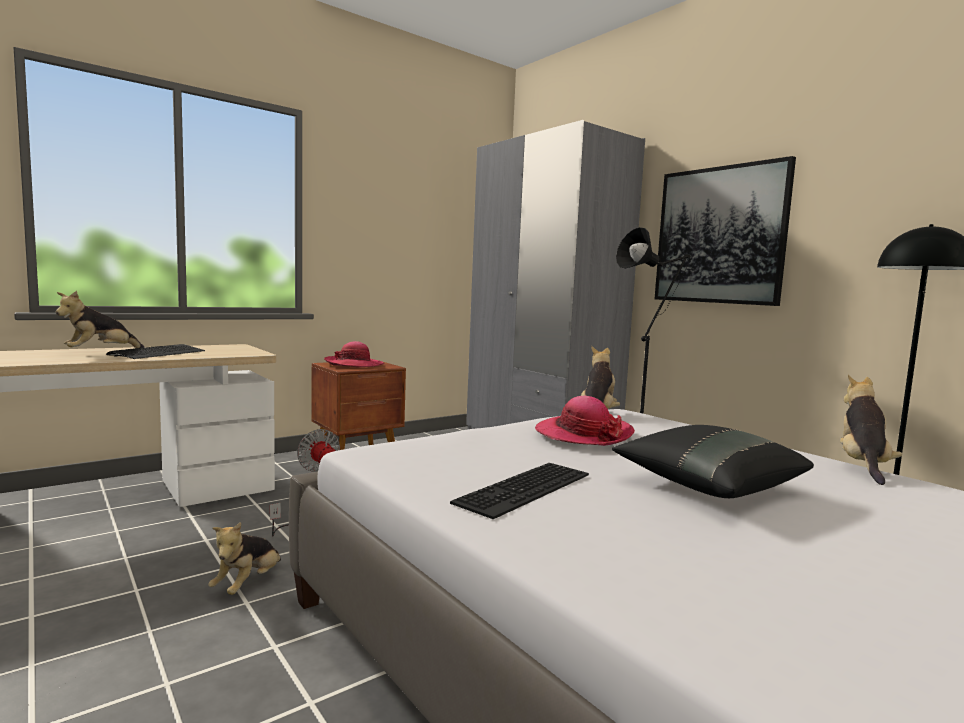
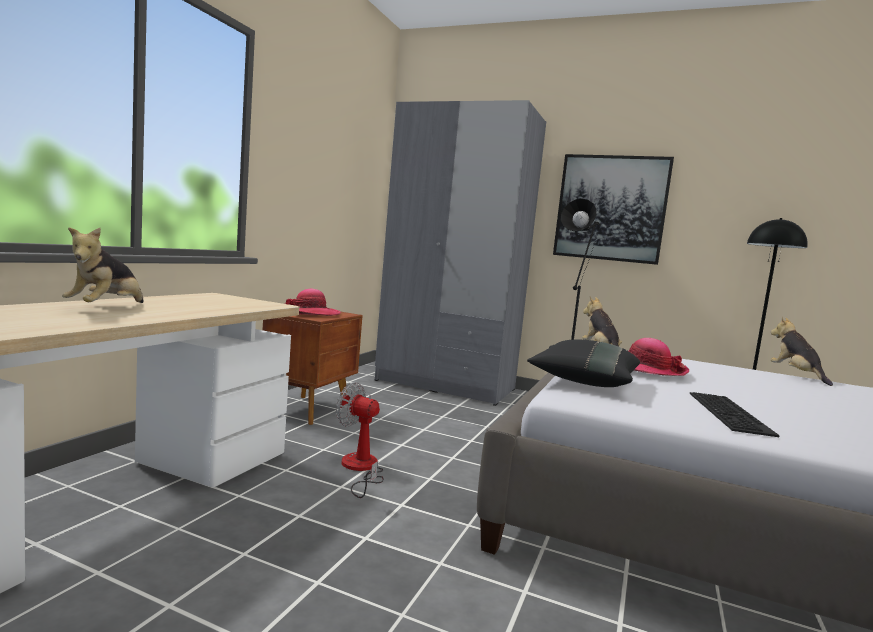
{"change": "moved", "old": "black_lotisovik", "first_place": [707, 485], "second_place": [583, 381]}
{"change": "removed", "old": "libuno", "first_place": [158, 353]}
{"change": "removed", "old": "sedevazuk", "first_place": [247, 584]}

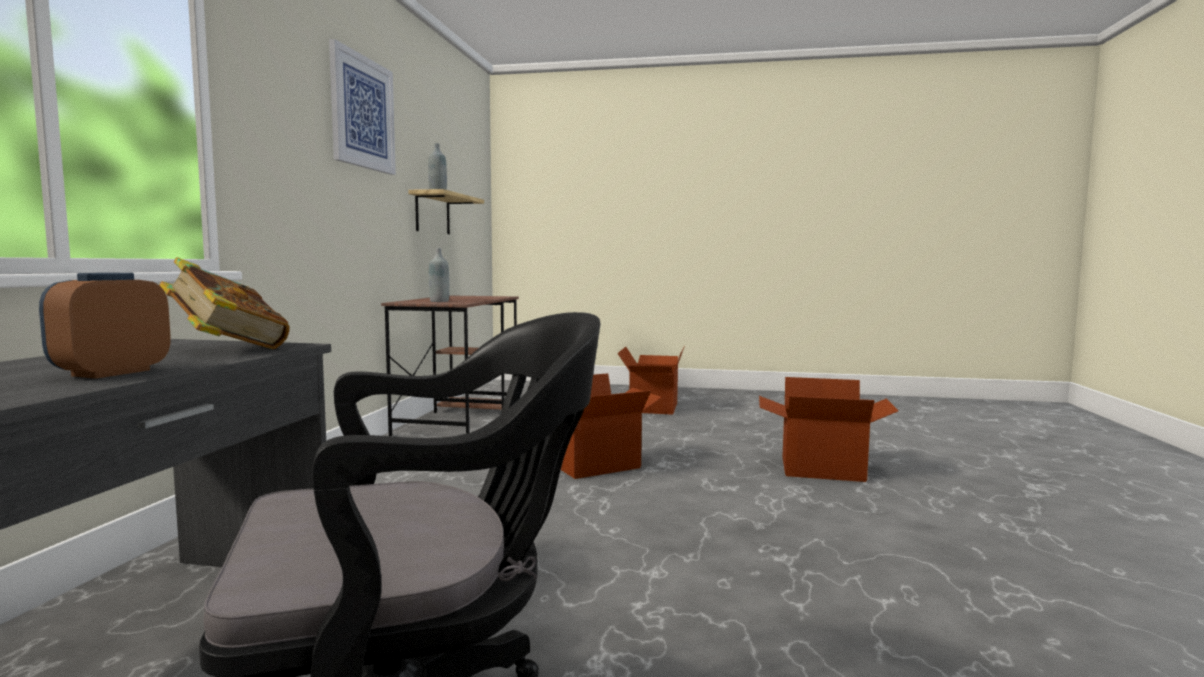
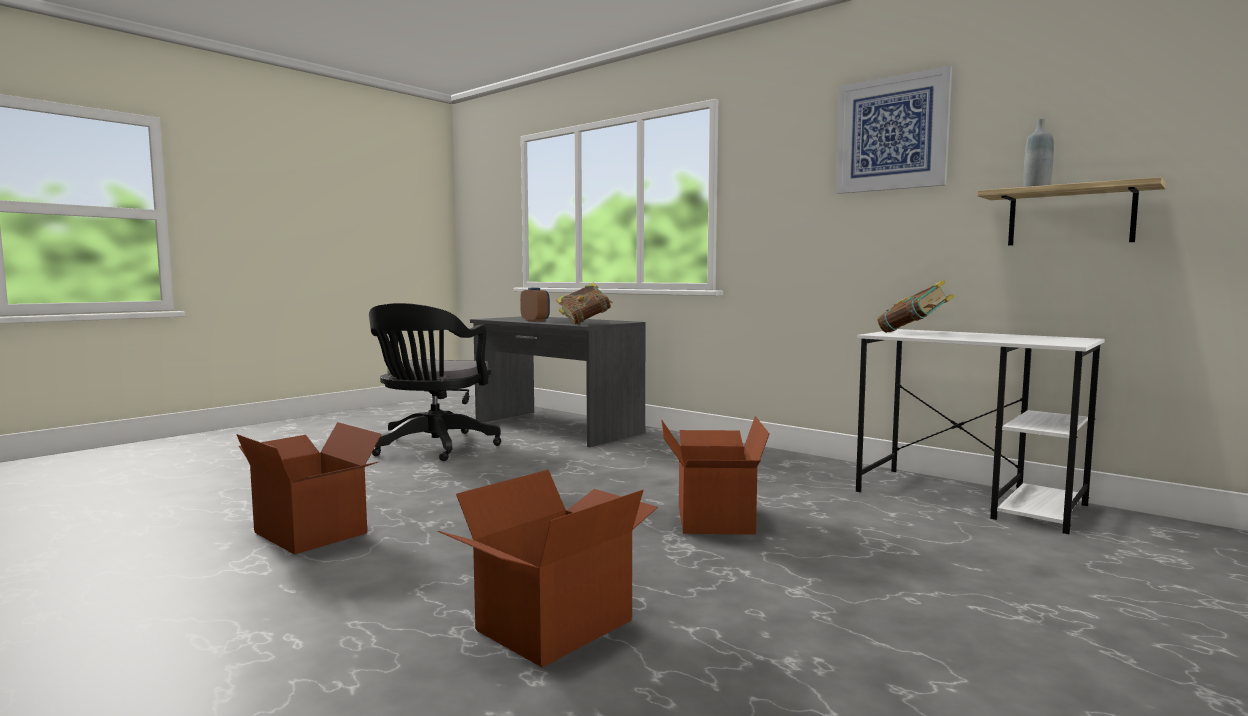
{"change": "moved", "old": "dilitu", "first_place": [652, 407], "second_place": [312, 532]}
{"change": "recoloured", "old": "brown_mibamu", "new": "white_mibamu", "first_place": [459, 419], "second_place": [970, 498]}
{"change": "replaced", "old": "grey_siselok", "new": "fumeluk", "first_place": [439, 301], "second_place": [913, 333]}

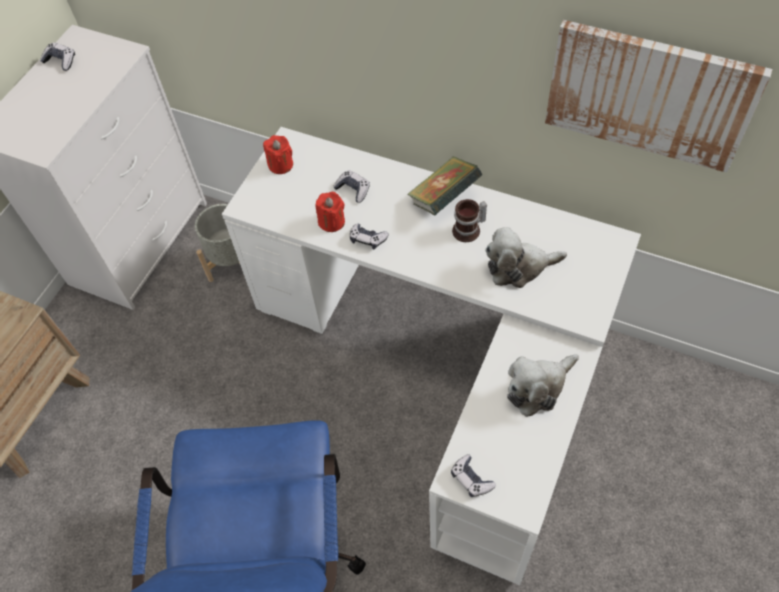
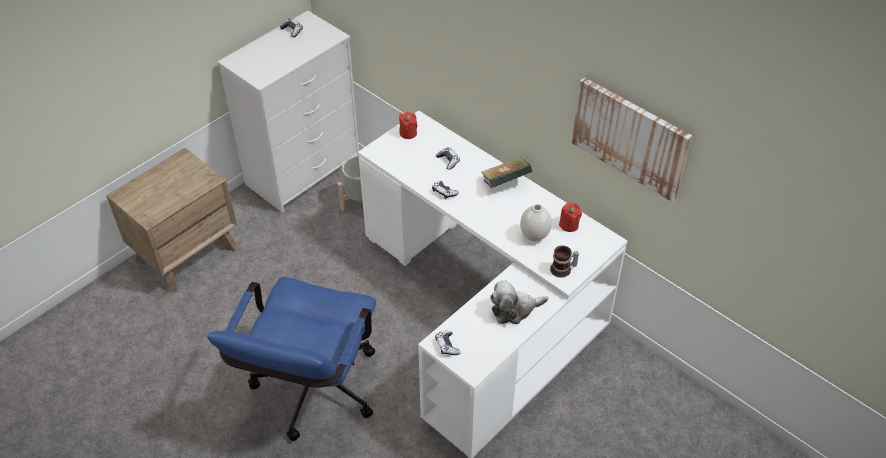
{"change": "replaced", "old": "sedevazuk", "new": "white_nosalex", "first_place": [519, 267], "second_place": [535, 236]}
{"change": "moved", "old": "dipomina", "first_place": [469, 230], "second_place": [563, 270]}
{"change": "moved", "old": "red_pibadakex", "first_place": [332, 222], "second_place": [569, 225]}

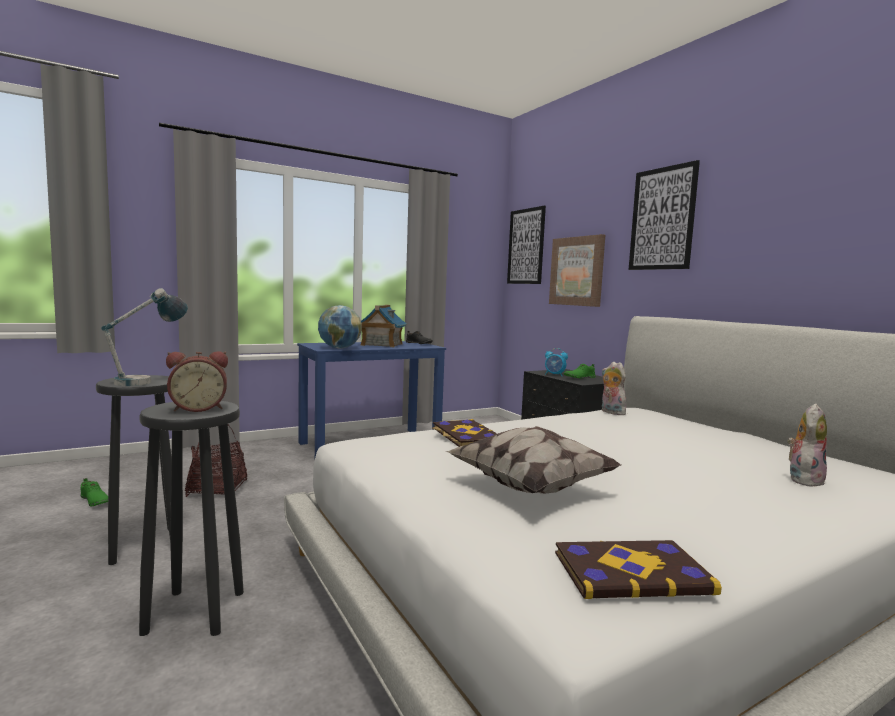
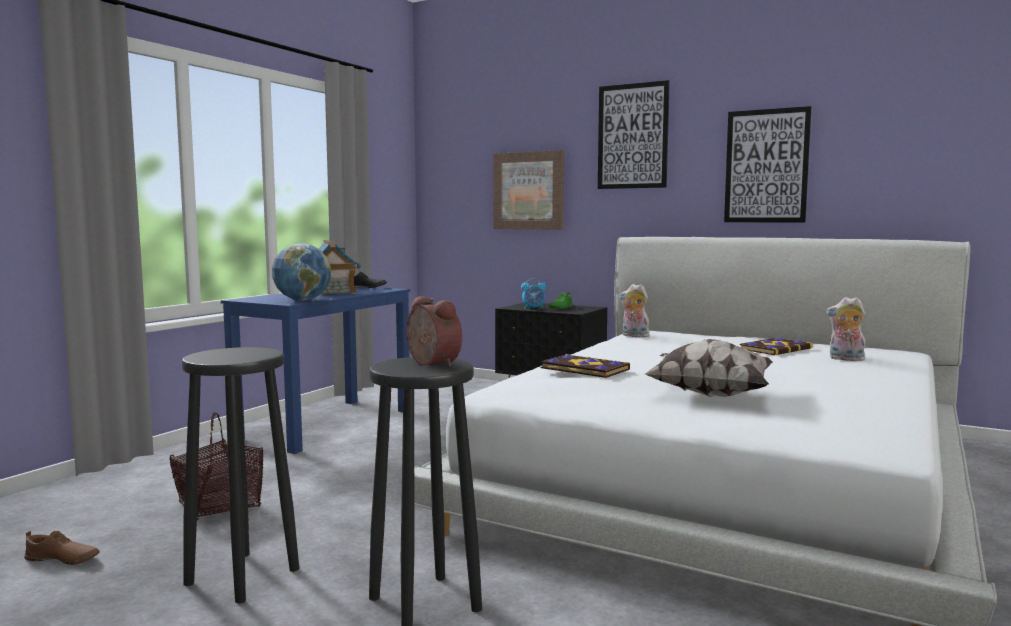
{"change": "recoloured", "old": "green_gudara", "new": "brown_gudara", "first_place": [94, 501], "second_place": [62, 559]}
{"change": "turned", "old": "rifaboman", "first_place": [198, 408], "second_place": [430, 364], "degrees": -75}
{"change": "moved", "old": "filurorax", "first_place": [526, 246], "second_place": [766, 166]}
{"change": "moved", "old": "fumeluk", "first_place": [631, 572], "second_place": [774, 349]}
{"change": "turned", "old": "sedevazuk", "first_place": [803, 479], "second_place": [845, 359], "degrees": -75}
{"change": "removed", "old": "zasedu", "first_place": [148, 381]}

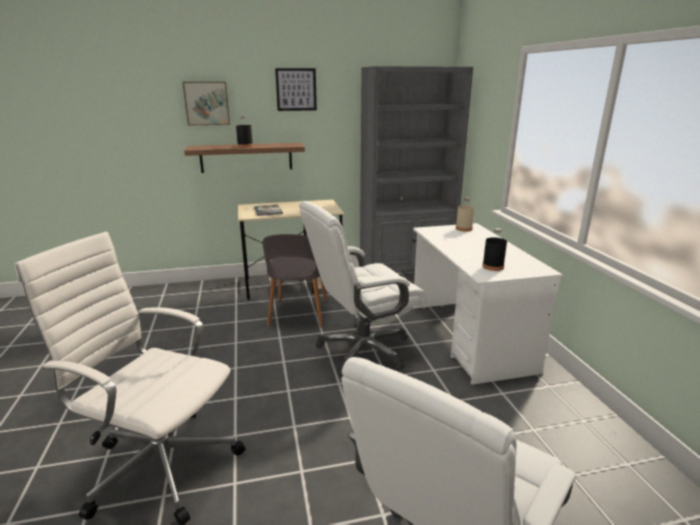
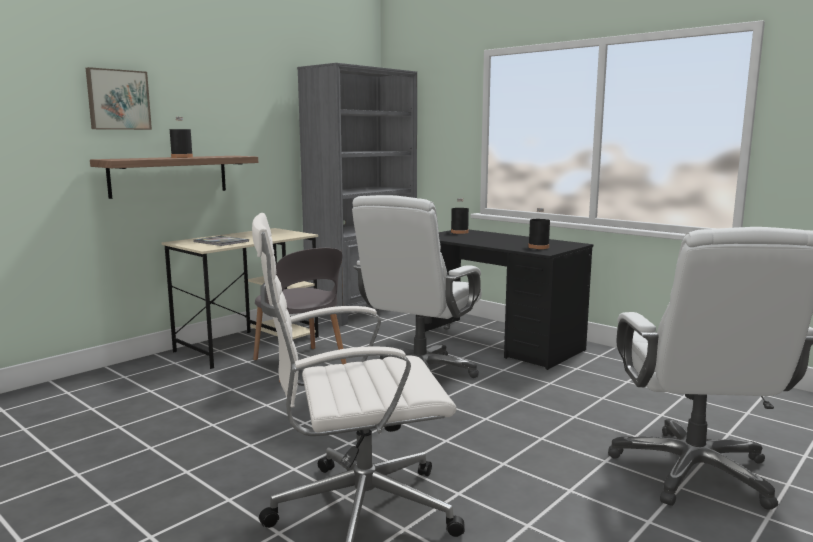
{"change": "recoloured", "old": "white_mibamu", "new": "black_mibamu", "first_place": [468, 337], "second_place": [497, 342]}
{"change": "recoloured", "old": "beige_siselok", "new": "black_siselok", "first_place": [464, 228], "second_place": [459, 232]}
{"change": "removed", "old": "filurorax", "first_place": [296, 89]}

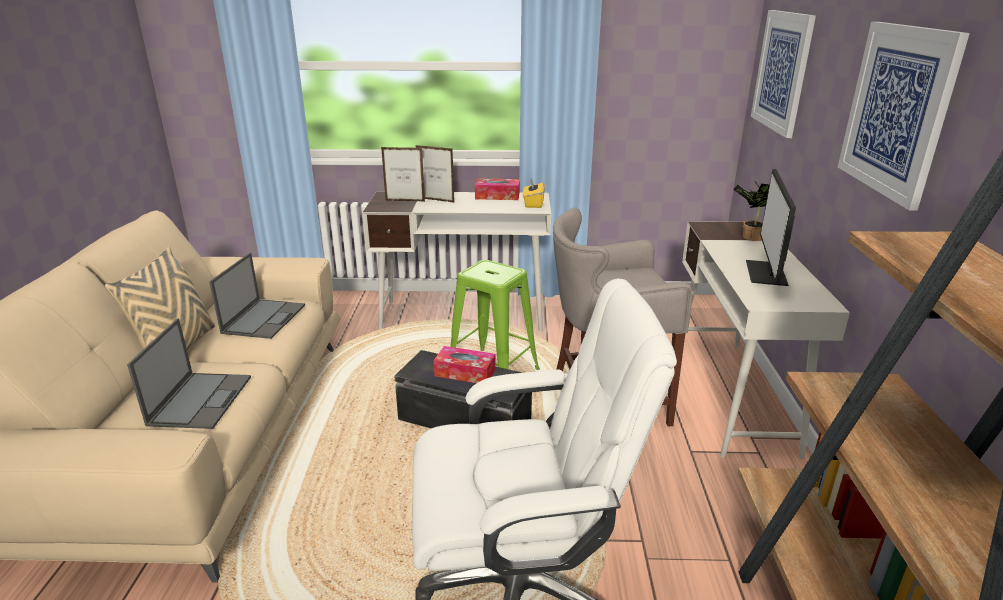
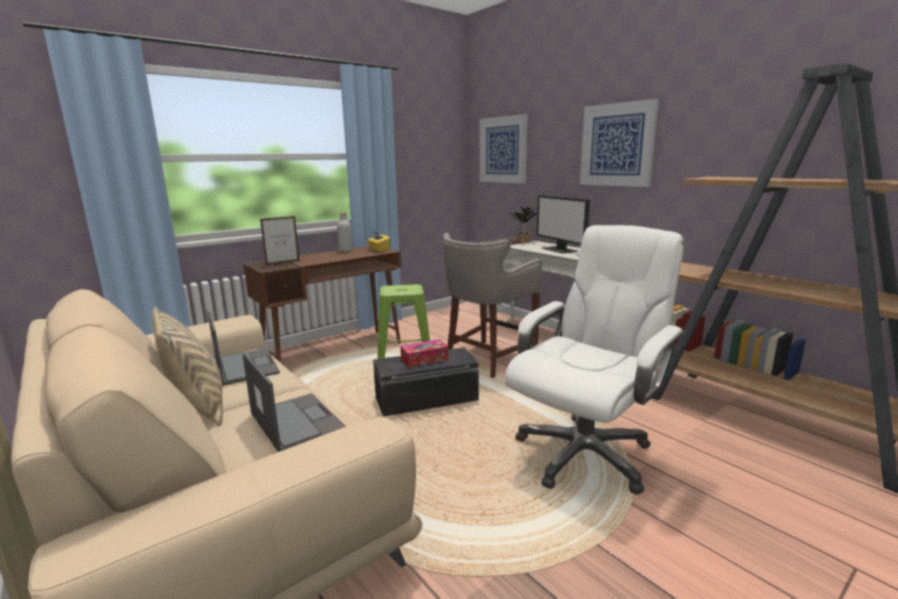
{"change": "recoloured", "old": "white_mibamu", "new": "brown_mibamu", "first_place": [463, 315], "second_place": [334, 351]}
{"change": "replaced", "old": "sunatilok", "new": "grey_siselok", "first_place": [497, 196], "second_place": [346, 251]}
{"change": "removed", "old": "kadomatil", "first_place": [436, 200]}

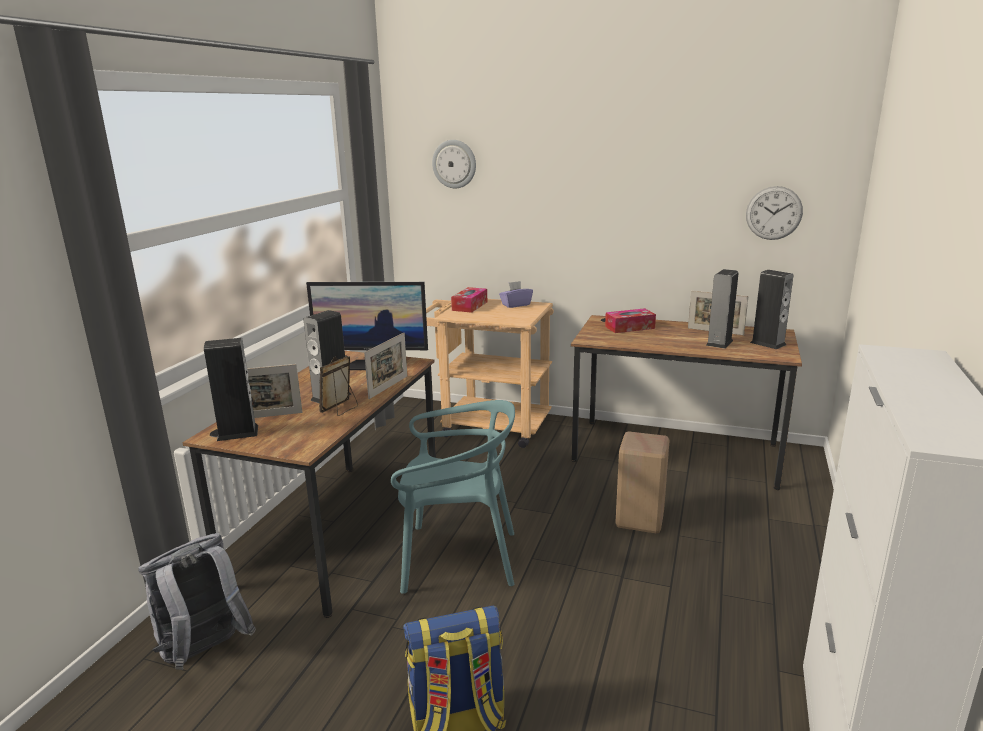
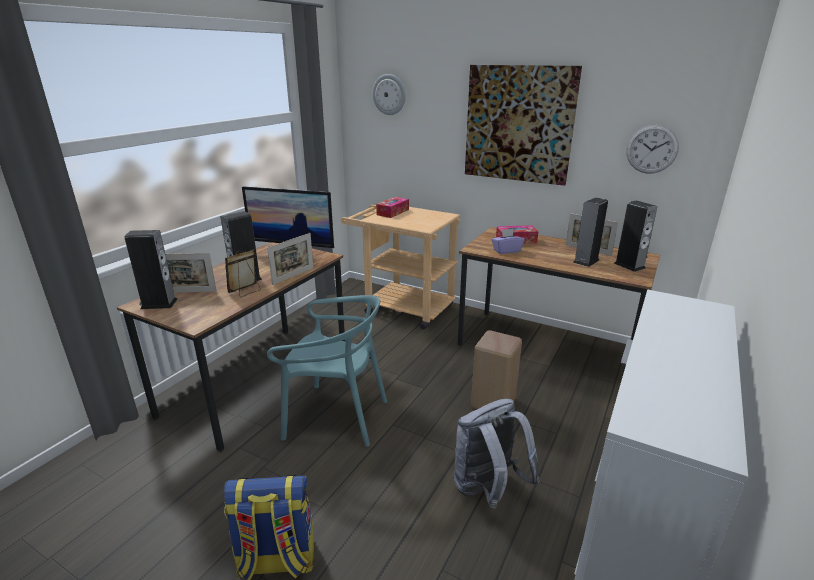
{"change": "moved", "old": "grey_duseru", "first_place": [205, 653], "second_place": [488, 490]}
{"change": "added", "new": "filurorax", "second_place": [518, 124]}
{"change": "moved", "old": "purple_sunatilok", "first_place": [516, 305], "second_place": [506, 251]}

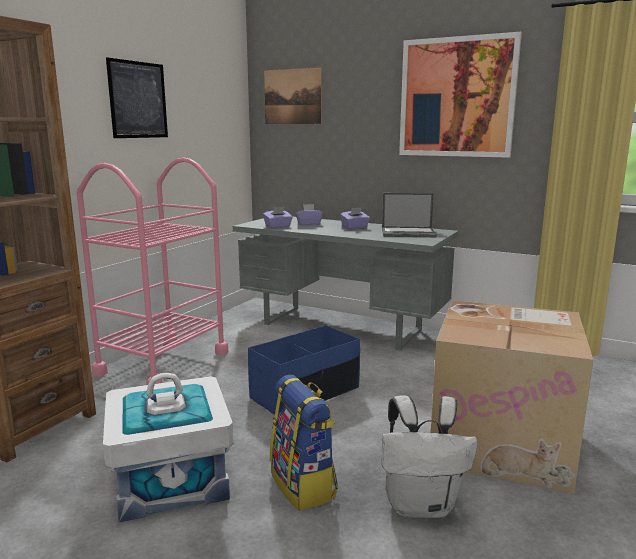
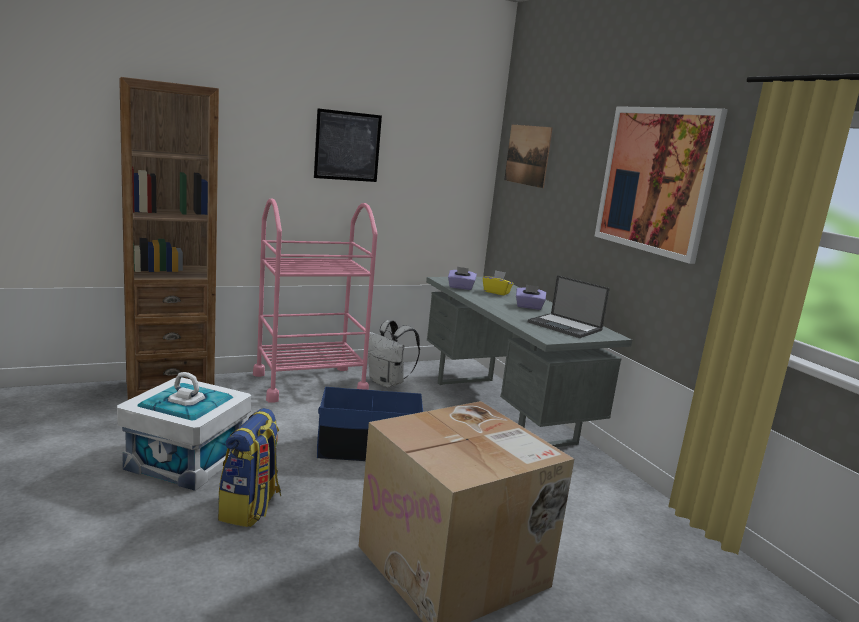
{"change": "moved", "old": "white_duseru", "first_place": [421, 505], "second_place": [388, 383]}
{"change": "recoloured", "old": "purple_sunatilok", "new": "yellow_sunatilok", "first_place": [308, 224], "second_place": [496, 292]}

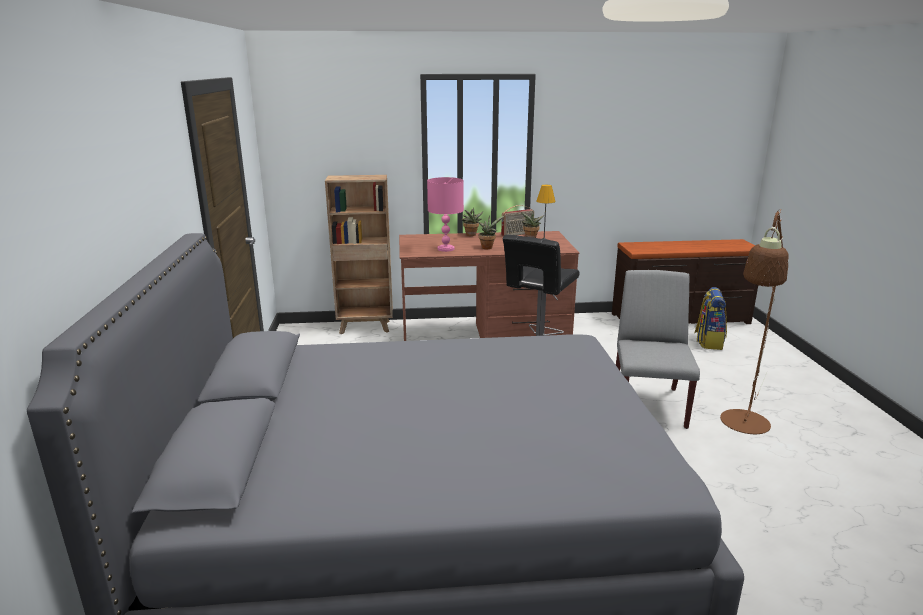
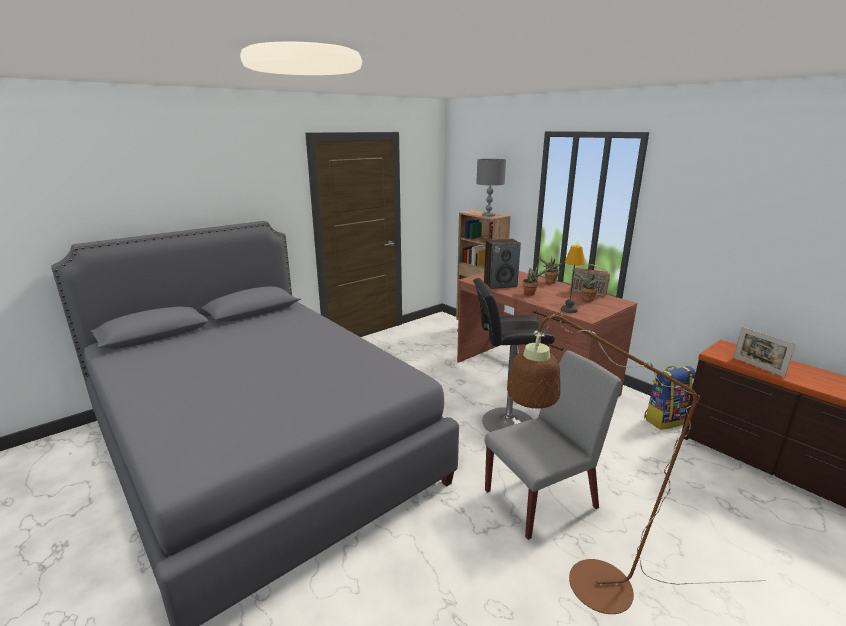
{"change": "added", "new": "grey_zasedu", "second_place": [489, 215]}
{"change": "replaced", "old": "pink_zasedu", "new": "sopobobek", "first_place": [445, 249], "second_place": [500, 284]}
{"change": "moved", "old": "duseru", "first_place": [708, 342], "second_place": [665, 419]}
{"change": "added", "new": "kadomatil", "second_place": [758, 367]}

